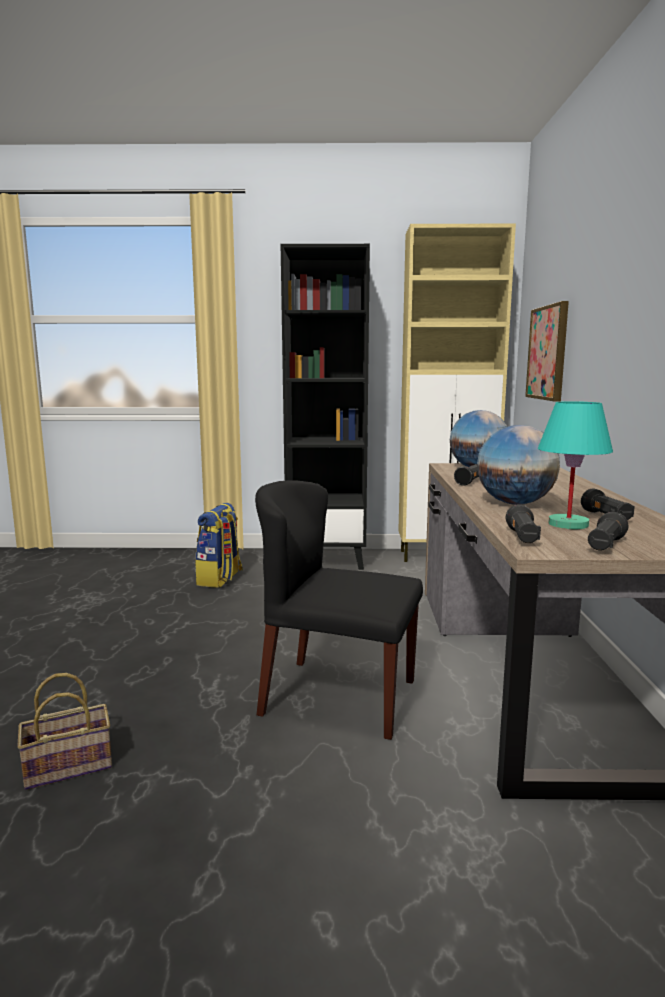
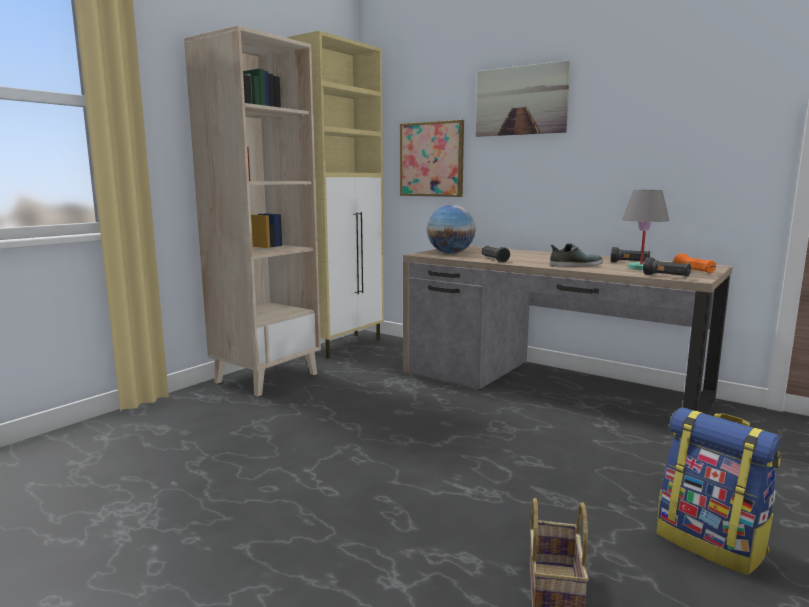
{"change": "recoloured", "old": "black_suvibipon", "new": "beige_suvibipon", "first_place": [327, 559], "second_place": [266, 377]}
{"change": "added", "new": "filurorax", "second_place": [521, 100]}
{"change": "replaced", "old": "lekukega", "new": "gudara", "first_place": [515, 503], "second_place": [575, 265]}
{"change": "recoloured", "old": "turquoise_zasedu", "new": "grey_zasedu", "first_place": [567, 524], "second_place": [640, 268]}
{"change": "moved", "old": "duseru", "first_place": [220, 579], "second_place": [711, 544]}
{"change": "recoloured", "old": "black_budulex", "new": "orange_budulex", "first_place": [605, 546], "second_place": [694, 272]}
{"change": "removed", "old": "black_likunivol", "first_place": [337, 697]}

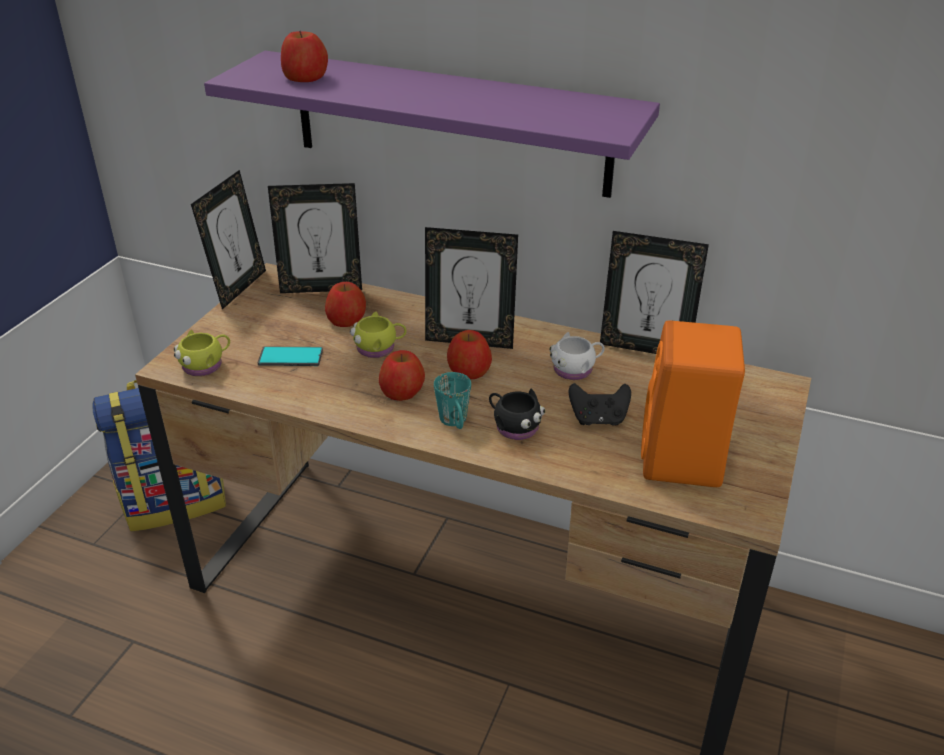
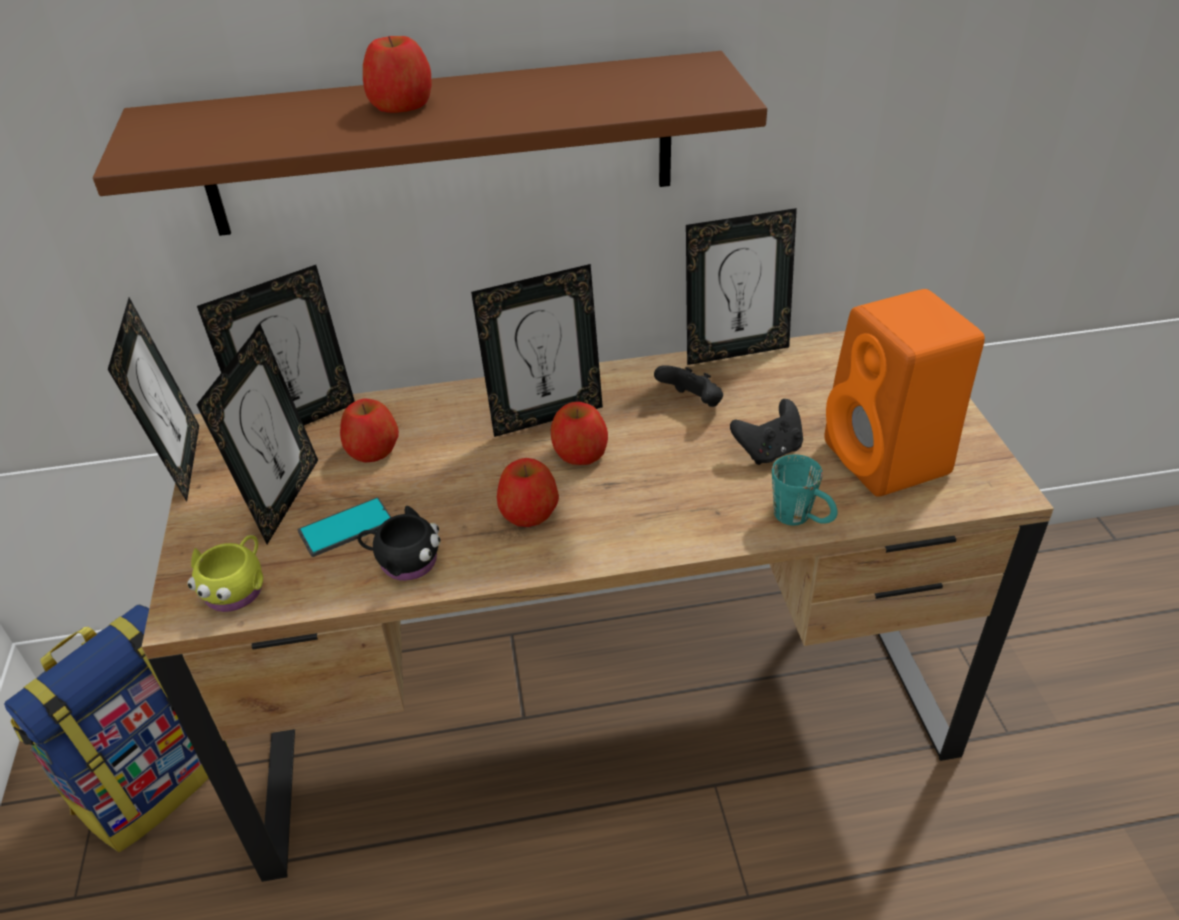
{"change": "recoloured", "old": "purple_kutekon", "new": "brown_kutekon", "first_place": [449, 123], "second_place": [441, 145]}
{"change": "added", "new": "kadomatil", "second_place": [284, 499]}
{"change": "moved", "old": "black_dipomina", "first_place": [513, 426], "second_place": [403, 561]}
{"change": "moved", "old": "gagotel", "first_place": [305, 77], "second_place": [401, 104]}
{"change": "replaced", "old": "white_dipomina", "new": "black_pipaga", "first_place": [576, 369], "second_place": [691, 403]}
{"change": "moved", "old": "turquoise_dipomina", "first_place": [455, 423], "second_place": [802, 519]}
{"change": "removed", "old": "yellow_dipomina", "first_place": [379, 348]}

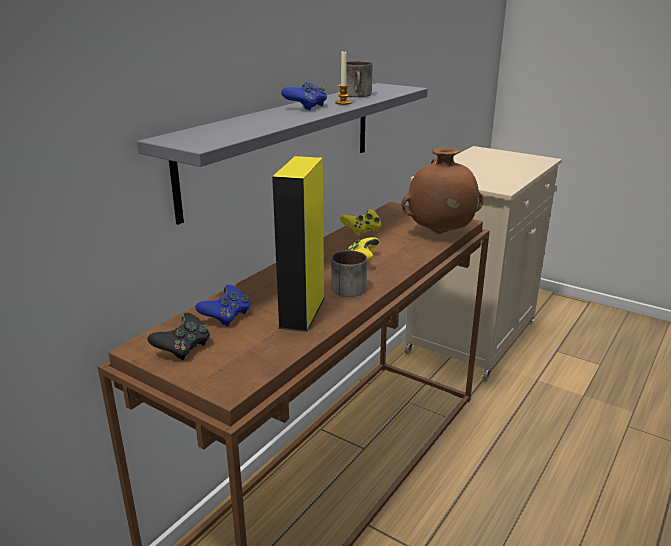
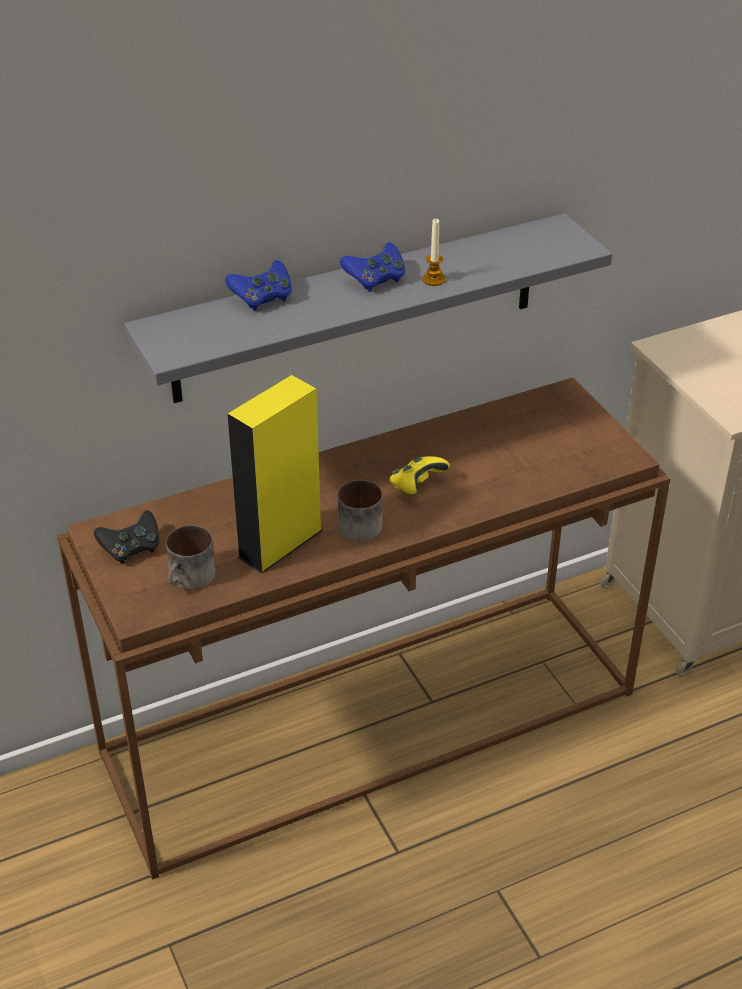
{"change": "moved", "old": "dipomina", "first_place": [358, 95], "second_place": [190, 578]}
{"change": "moved", "old": "blue_pipaga", "first_place": [226, 317], "second_place": [262, 299]}
{"change": "removed", "old": "yellow_pipaga", "first_place": [362, 231]}
{"change": "removed", "old": "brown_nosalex", "first_place": [439, 233]}

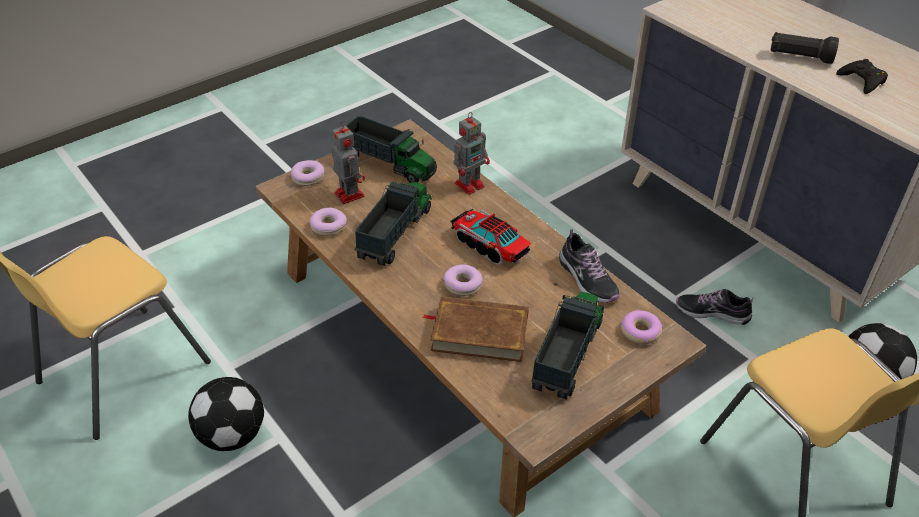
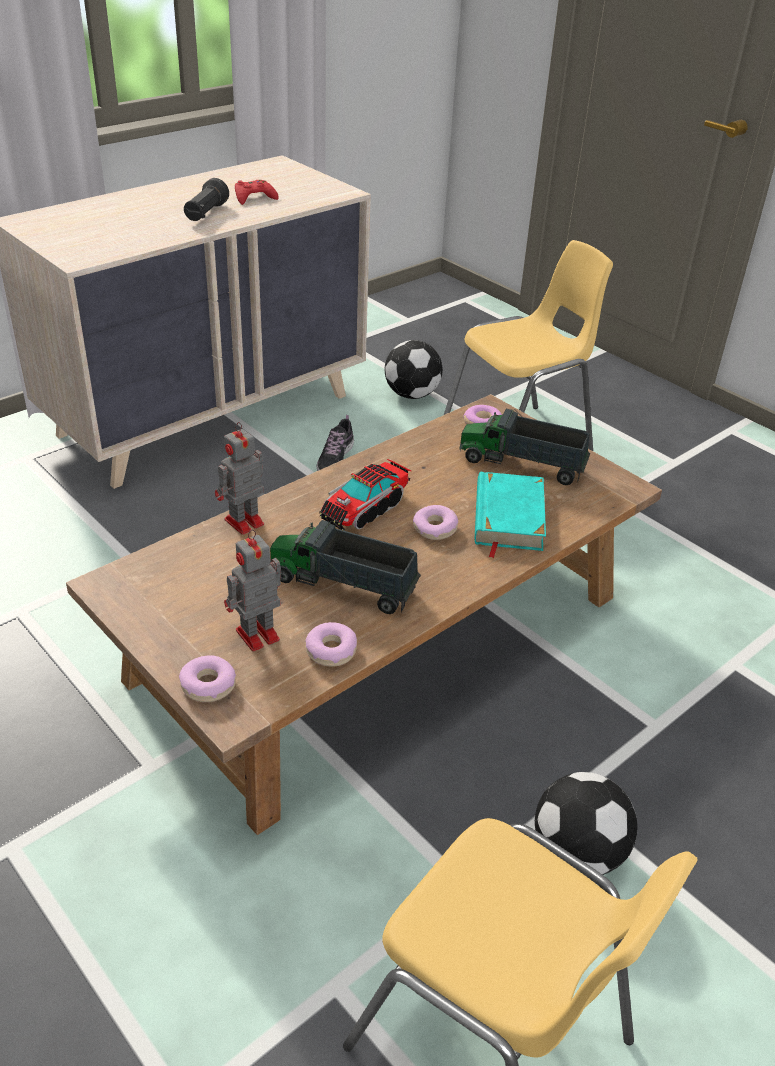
{"change": "turned", "old": "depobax", "first_place": [470, 184], "second_place": [242, 522], "degrees": -90}
{"change": "recoloured", "old": "black_pipaga", "new": "red_pipaga", "first_place": [862, 80], "second_place": [254, 197]}
{"change": "recoloured", "old": "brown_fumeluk", "new": "turquoise_fumeluk", "first_place": [479, 333], "second_place": [507, 517]}
{"change": "removed", "old": "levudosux", "first_place": [389, 164]}
{"change": "removed", "old": "gudara", "first_place": [587, 279]}

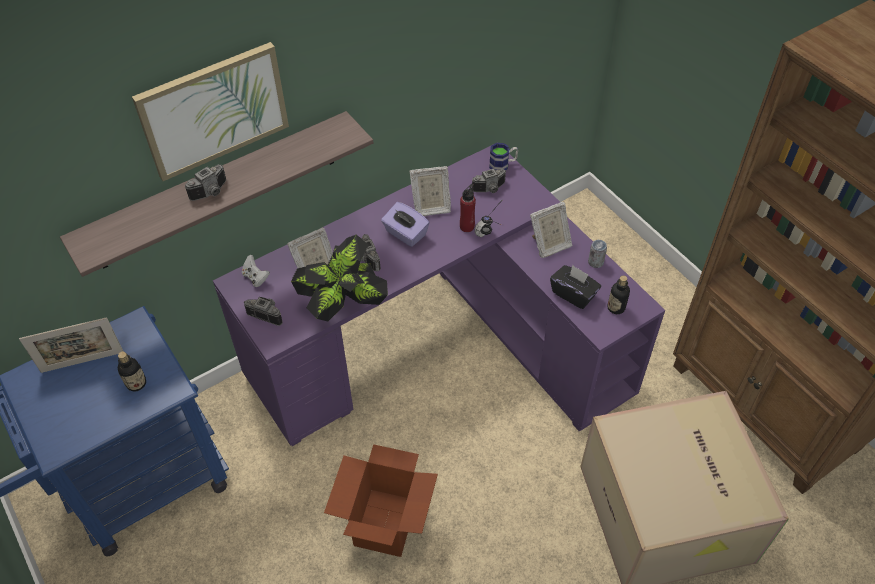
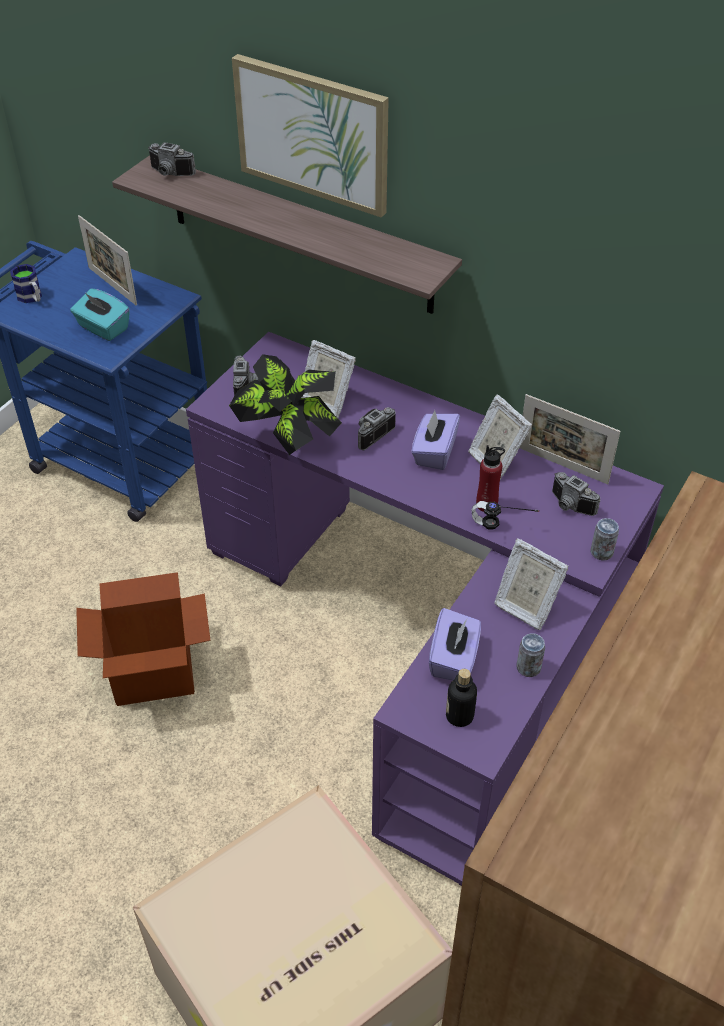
{"change": "moved", "old": "dipomina", "first_place": [503, 165], "second_place": [32, 298]}
{"change": "replaced", "old": "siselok", "new": "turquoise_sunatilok", "first_place": [136, 383], "second_place": [103, 328]}
{"change": "moved", "old": "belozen", "first_place": [211, 193], "second_place": [170, 174]}
{"change": "recoloured", "old": "black_sunatilok", "new": "purple_sunatilok", "first_place": [573, 294], "second_place": [454, 659]}
{"change": "added", "new": "kadomatil", "second_place": [562, 465]}
{"change": "added", "new": "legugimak", "second_place": [601, 552]}
{"change": "removed", "old": "white_pipaga", "first_place": [256, 277]}

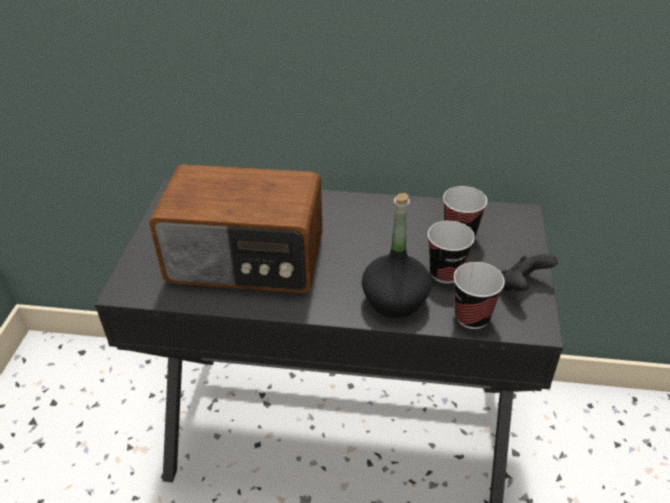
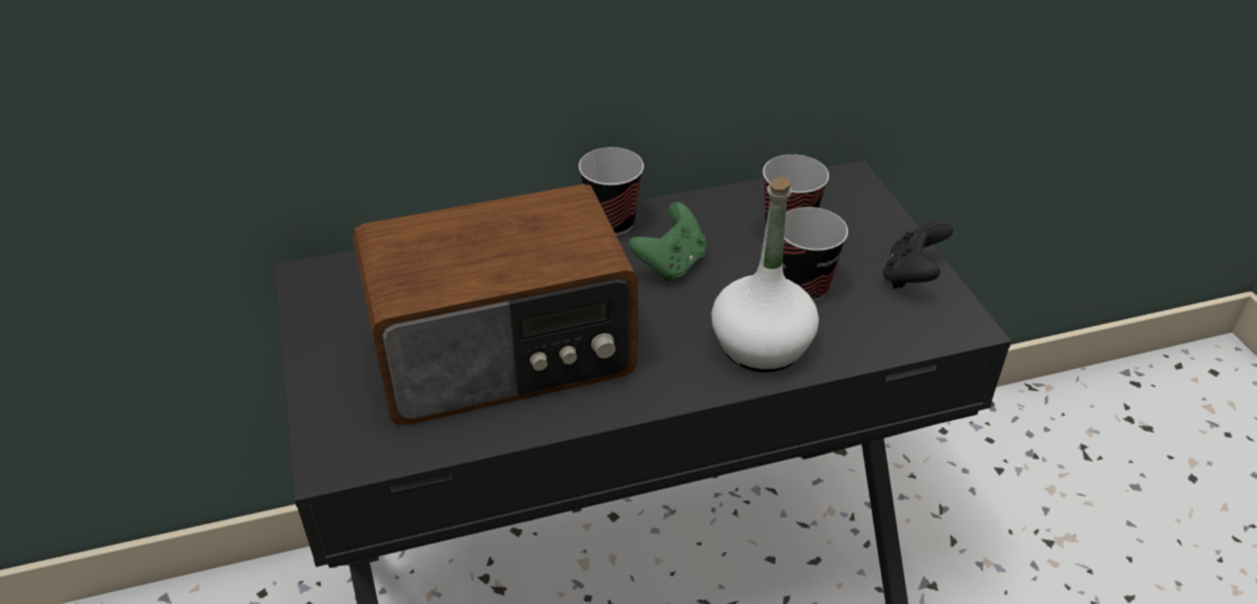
{"change": "moved", "old": "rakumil", "first_place": [472, 317], "second_place": [611, 223]}
{"change": "added", "new": "green_pipaga", "second_place": [671, 264]}
{"change": "recoloured", "old": "black_siselok", "new": "white_siselok", "first_place": [395, 300], "second_place": [761, 346]}

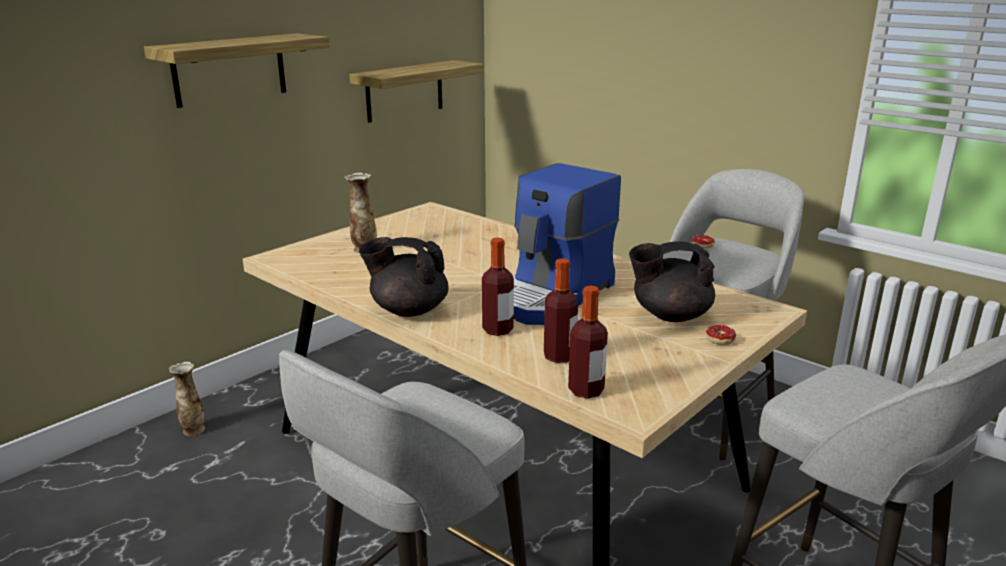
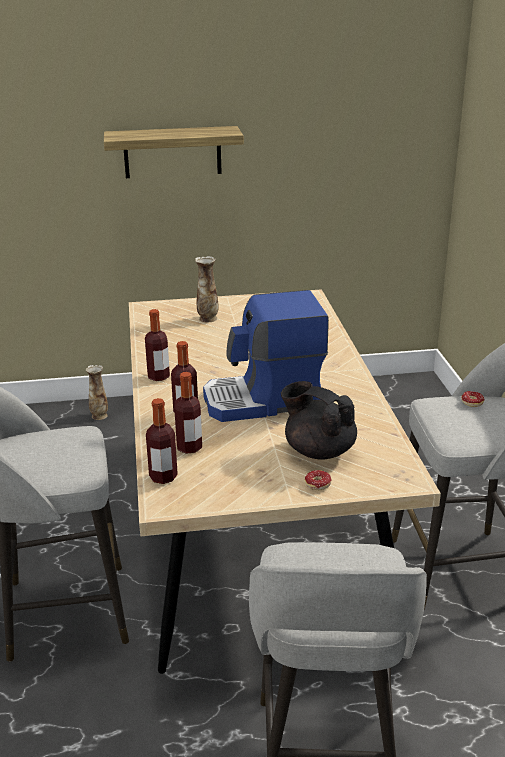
{"change": "replaced", "old": "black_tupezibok", "new": "siselok", "first_place": [408, 310], "second_place": [158, 376]}
{"change": "removed", "old": "kutekon", "first_place": [404, 91]}

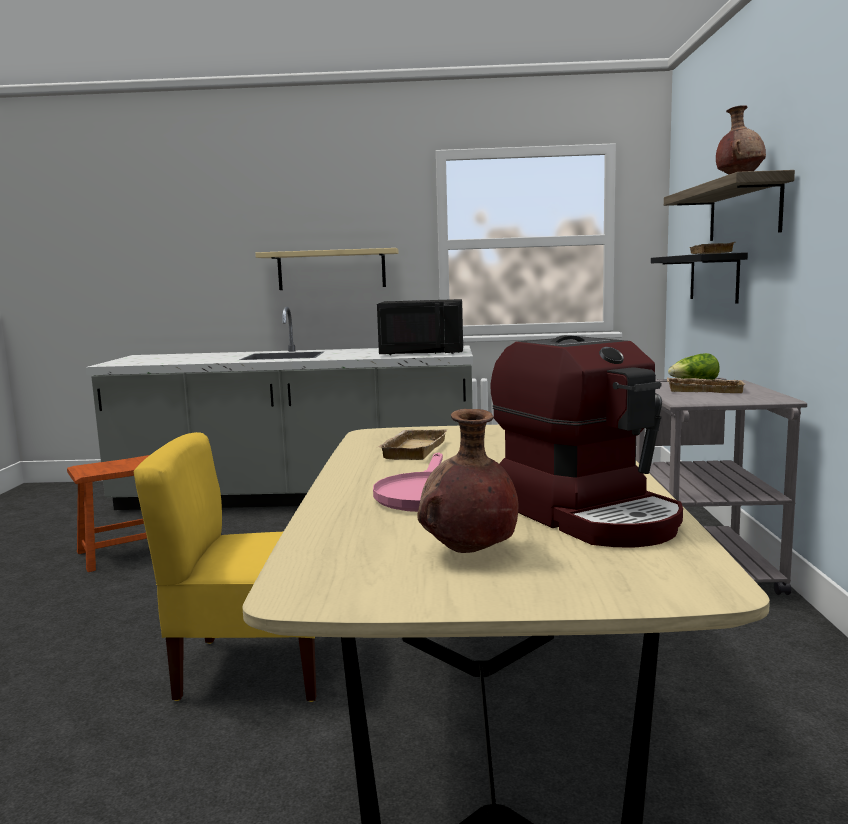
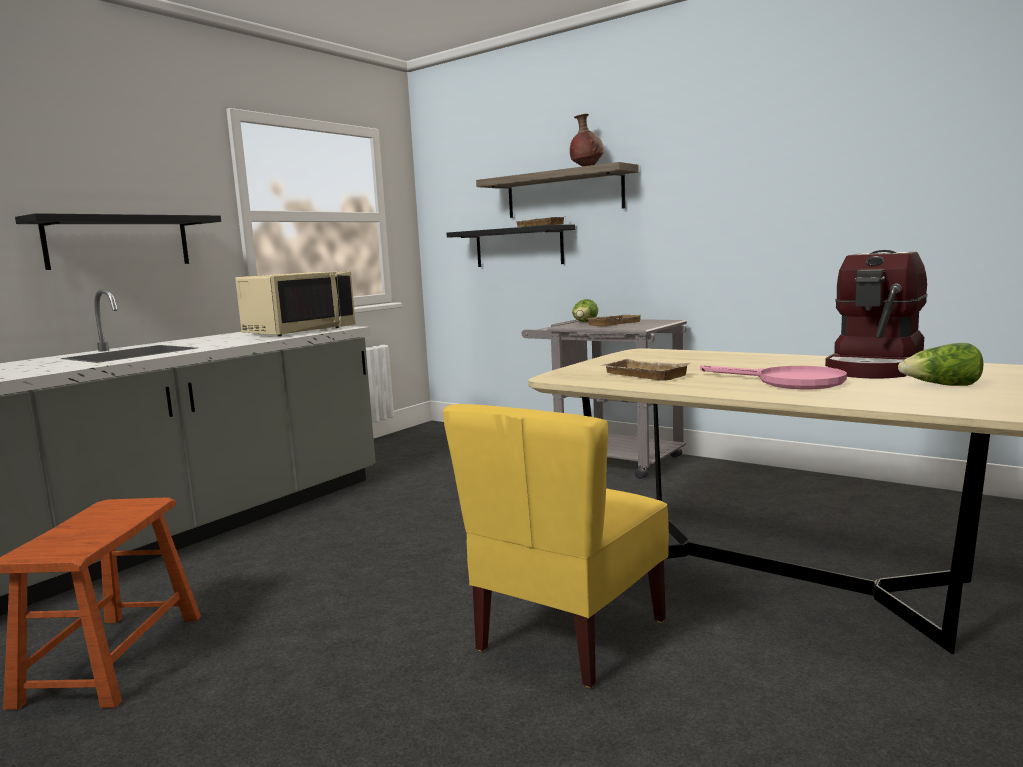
{"change": "recoloured", "old": "beige_kutekon", "new": "black_kutekon", "first_place": [331, 269], "second_place": [118, 242]}
{"change": "recoloured", "old": "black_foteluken", "new": "beige_foteluken", "first_place": [423, 352], "second_place": [299, 331]}
{"change": "turned", "old": "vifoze", "first_place": [588, 514], "second_place": [876, 367], "degrees": 120}
{"change": "replaced", "old": "brown_nosalex", "new": "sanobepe", "first_place": [468, 553], "second_place": [941, 386]}

